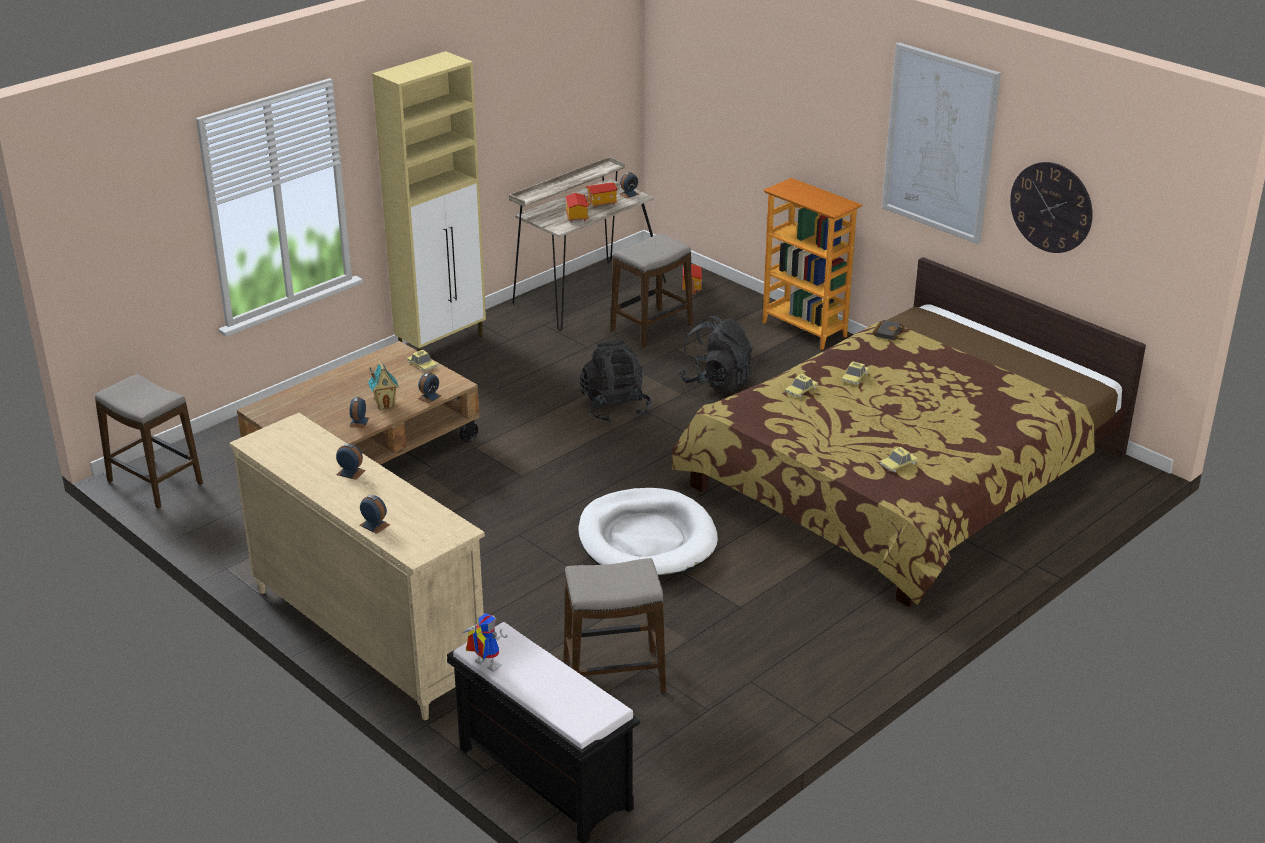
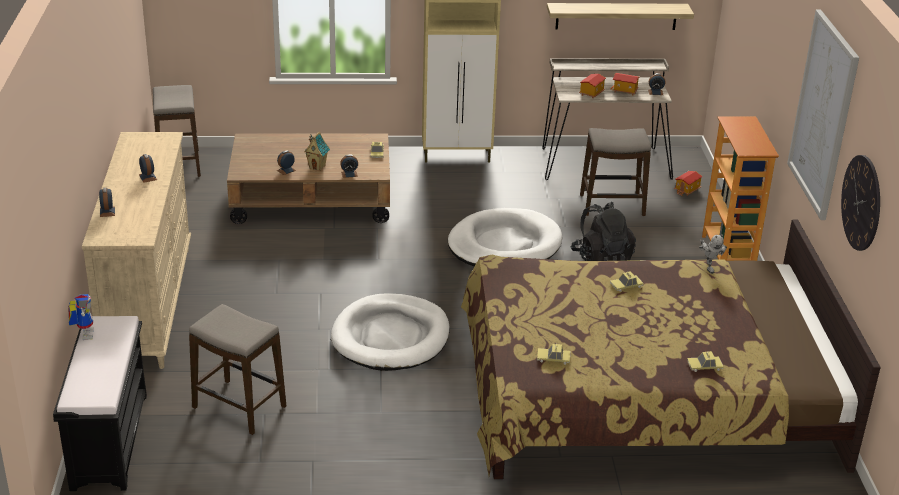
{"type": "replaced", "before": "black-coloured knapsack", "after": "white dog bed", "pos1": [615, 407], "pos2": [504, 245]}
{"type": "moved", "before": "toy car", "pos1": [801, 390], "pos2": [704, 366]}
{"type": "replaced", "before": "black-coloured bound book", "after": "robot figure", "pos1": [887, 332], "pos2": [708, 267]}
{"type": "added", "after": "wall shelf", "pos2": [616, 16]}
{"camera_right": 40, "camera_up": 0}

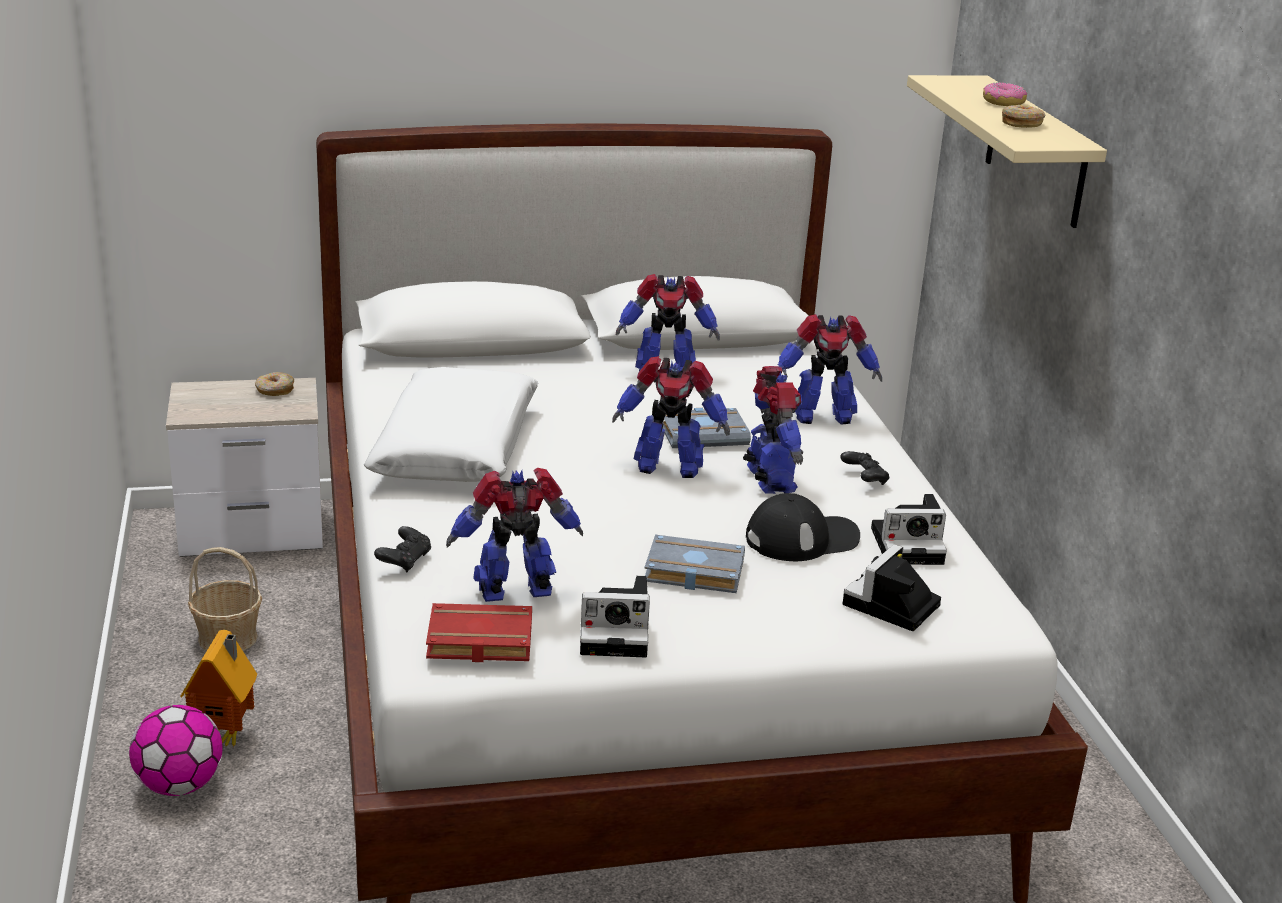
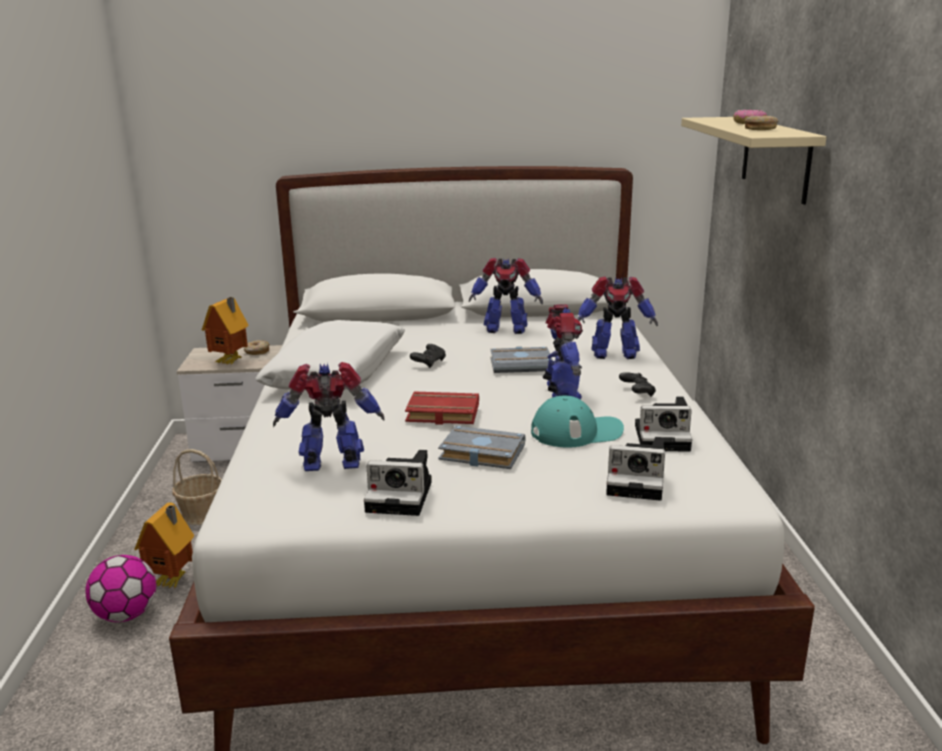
{"type": "moved", "before": "black-coloured gamepad", "pos1": [404, 561], "pos2": [429, 363]}
{"type": "moved", "before": "red bound book", "pos1": [477, 642], "pos2": [441, 414]}
{"type": "removed", "before": "robot figure", "pos1": [667, 466]}
{"type": "recoloured", "before": "black-coloured peaked cap", "after": "blue-green peaked cap", "pos1": [802, 538], "pos2": [576, 432]}
{"type": "turned", "before": "still camera", "pos1": [890, 607], "pos2": [638, 481], "turn": -120}
{"type": "added", "after": "toy house", "pos2": [231, 362]}
{"camera_right": 10, "camera_up": -5}

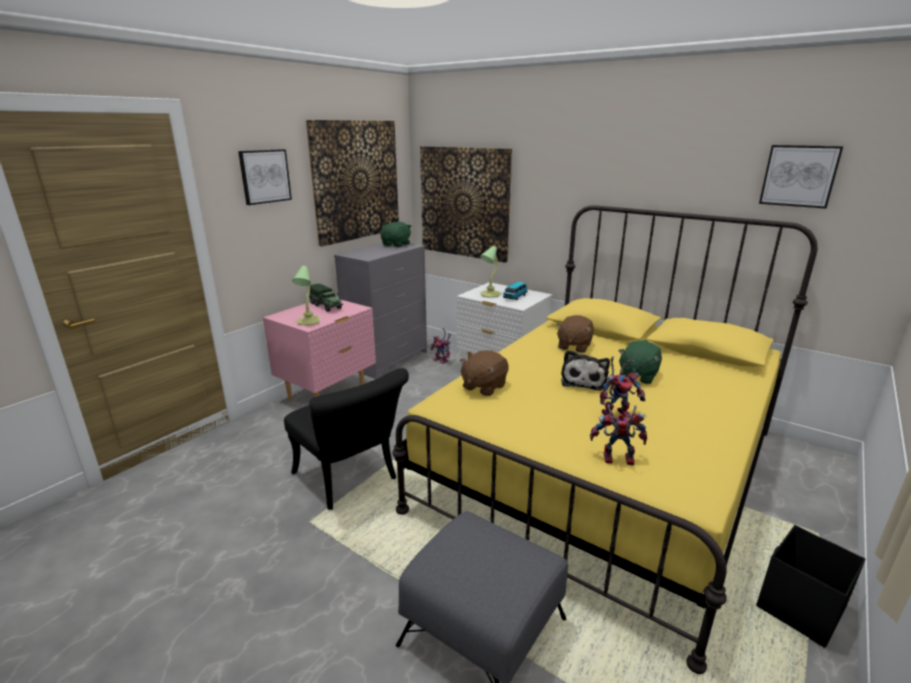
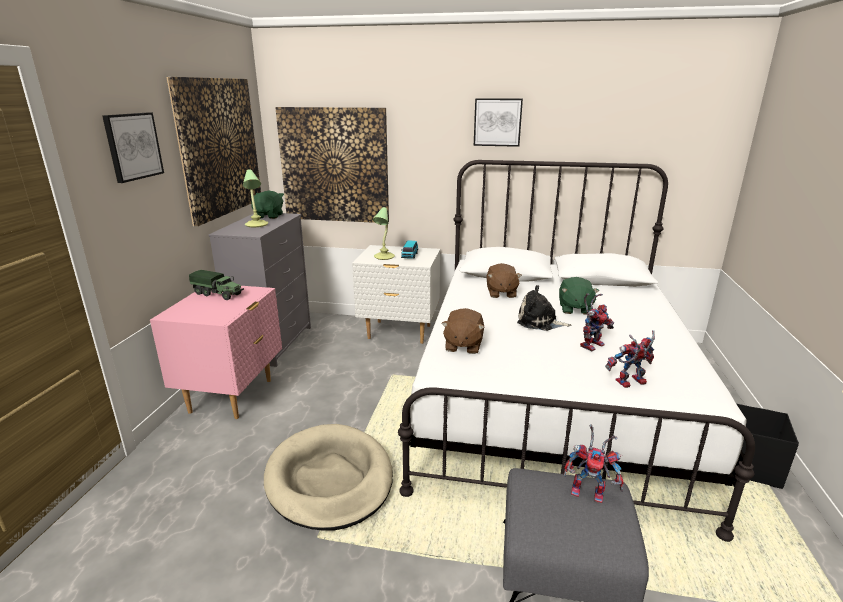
{"type": "replaced", "before": "black-coloured chair", "after": "beige dog bed", "pos1": [350, 481], "pos2": [329, 479]}
{"type": "moved", "before": "lamp for a table", "pos1": [308, 322], "pos2": [256, 225]}
{"type": "recoloured", "before": "yellow sleeping bed", "after": "white sleeping bed", "pos1": [603, 468], "pos2": [548, 399]}
{"type": "moved", "before": "robot figure", "pos1": [442, 360], "pos2": [590, 492]}
{"type": "turned", "before": "plush toy", "pos1": [584, 381], "pos2": [540, 322], "turn": 120}
{"type": "moved", "before": "wall picture", "pos1": [799, 176], "pos2": [497, 122]}
{"camera_right": -25, "camera_up": 0}

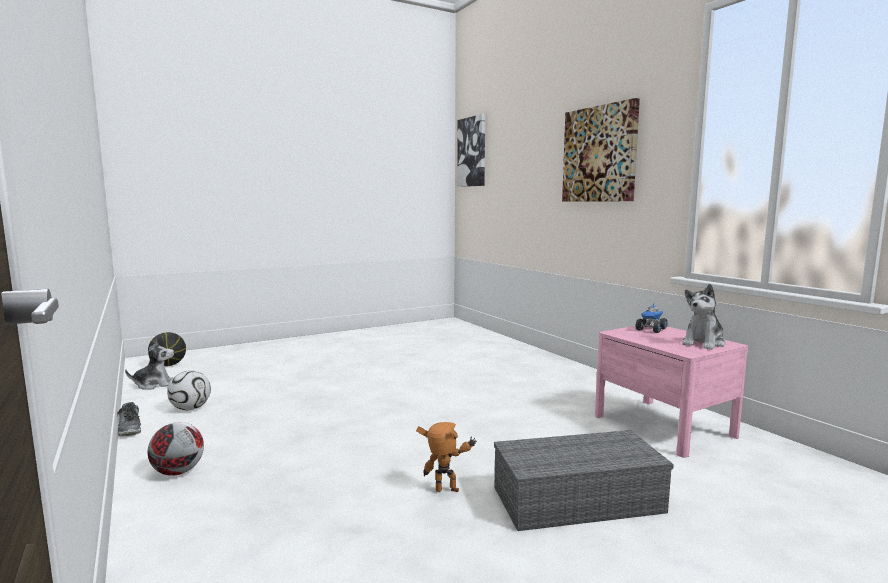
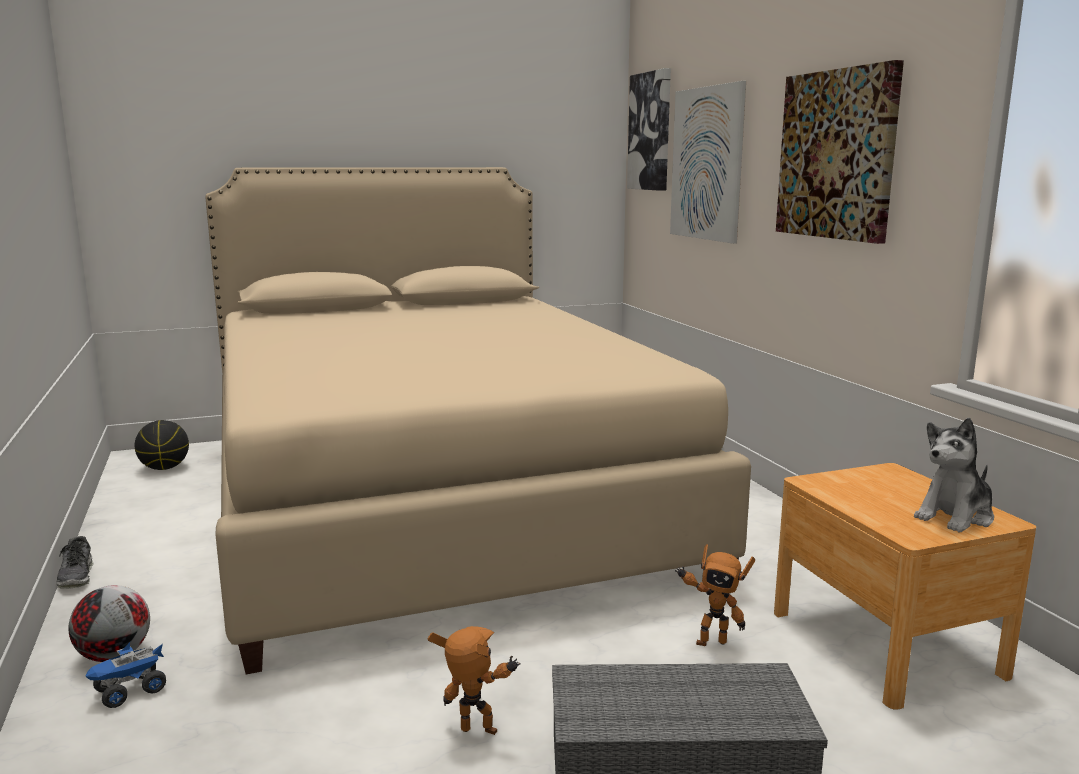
{"type": "removed", "before": "plush toy", "pos1": [154, 384]}
{"type": "removed", "before": "football", "pos1": [190, 409]}
{"type": "recoloured", "before": "pinkish nightstand", "after": "brown-coloured nightstand", "pos1": [663, 426], "pos2": [885, 643]}
{"type": "moved", "before": "model truck", "pos1": [651, 330], "pos2": [130, 692]}
{"type": "added", "after": "beige sleeping bed", "pos2": [432, 498]}
{"type": "added", "after": "wall picture", "pos2": [706, 164]}
{"type": "added", "after": "robot figure", "pos2": [710, 641]}
{"camera_right": 10, "camera_up": 5}

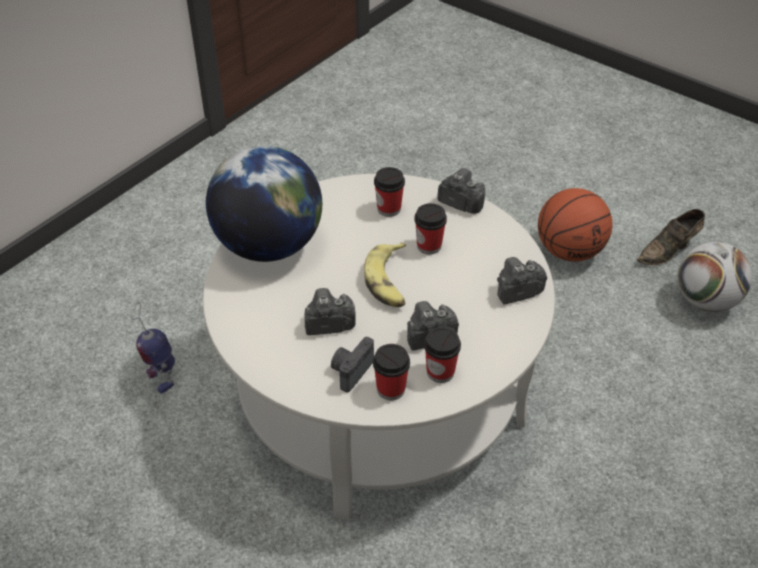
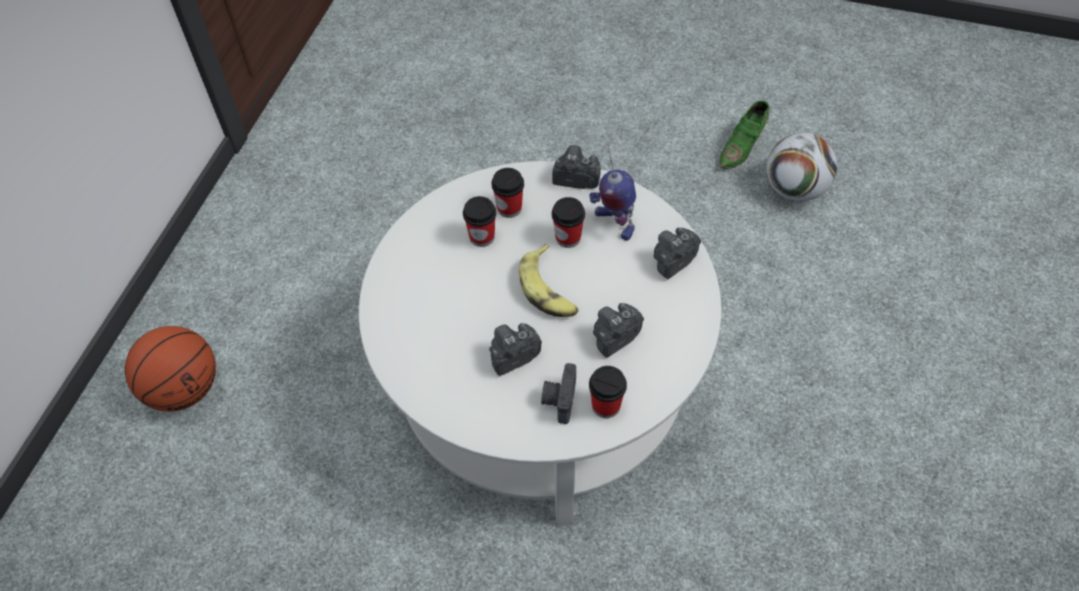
{"type": "moved", "before": "robot figure", "pos1": [161, 375], "pos2": [614, 223]}
{"type": "removed", "before": "desk globe", "pos1": [269, 246]}
{"type": "moved", "before": "drinking cup", "pos1": [440, 372], "pos2": [482, 236]}
{"type": "moved", "before": "ball for basketball", "pos1": [569, 251], "pos2": [184, 389]}
{"type": "recoloured", "before": "brown-coloured low shoe", "after": "green-coloured low shoe", "pos1": [669, 251], "pos2": [743, 147]}
{"camera_right": -20, "camera_up": 10}

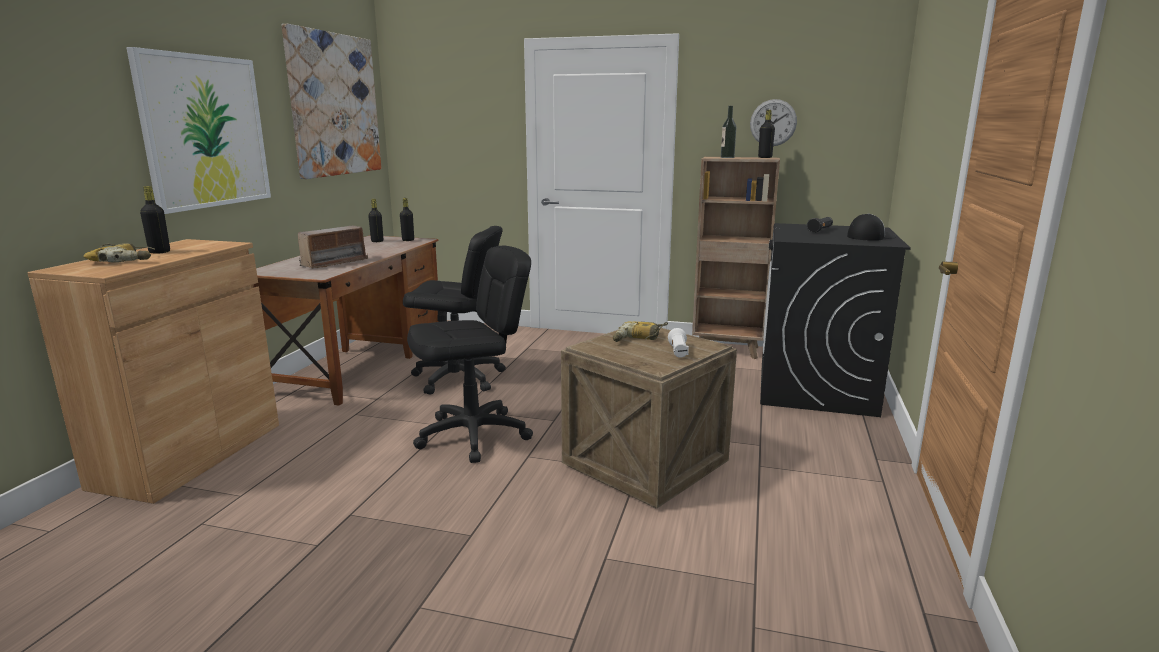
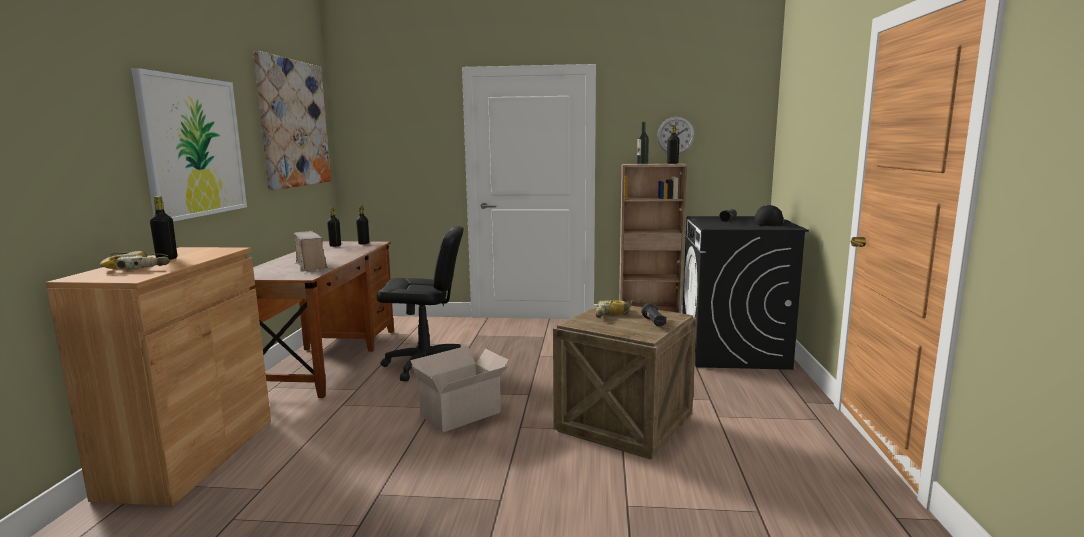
{"type": "turned", "before": "radio receiver", "pos1": [334, 263], "pos2": [310, 265], "turn": -60}
{"type": "replaced", "before": "black-coloured desk chair", "after": "cardboard box", "pos1": [473, 435], "pos2": [463, 413]}
{"type": "recoloured", "before": "white torch", "after": "black-coloured torch", "pos1": [678, 352], "pos2": [654, 323]}
{"camera_right": -10, "camera_up": -5}

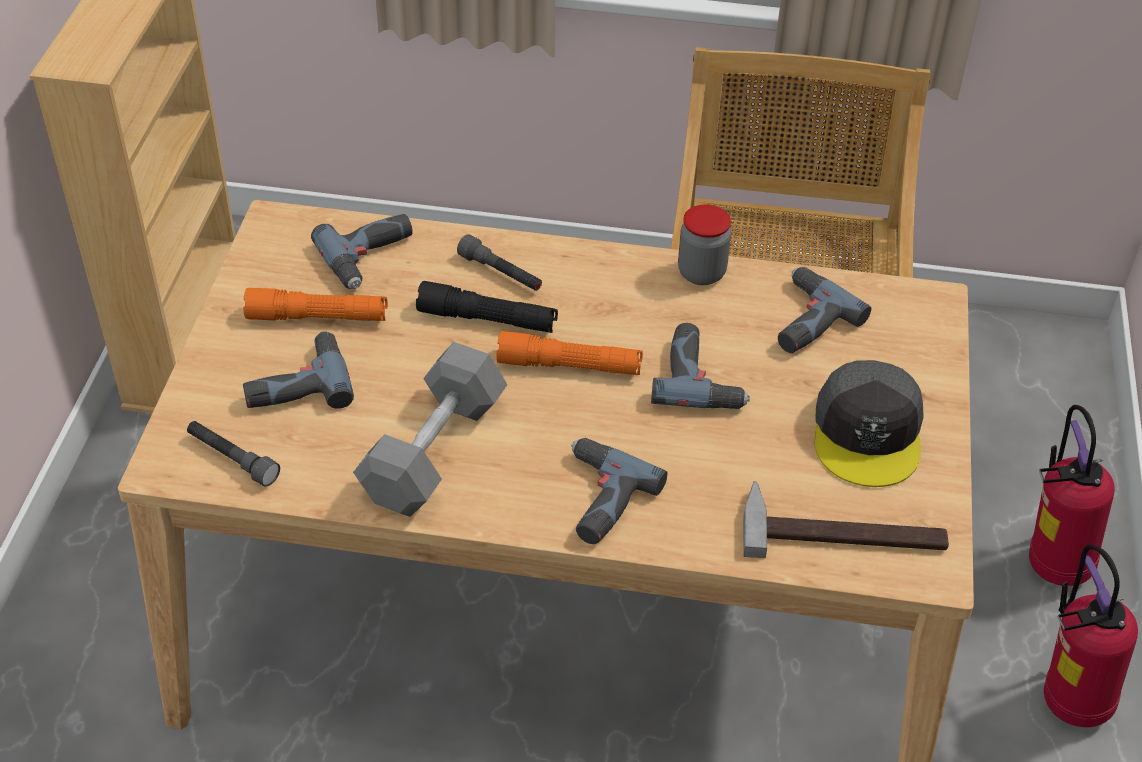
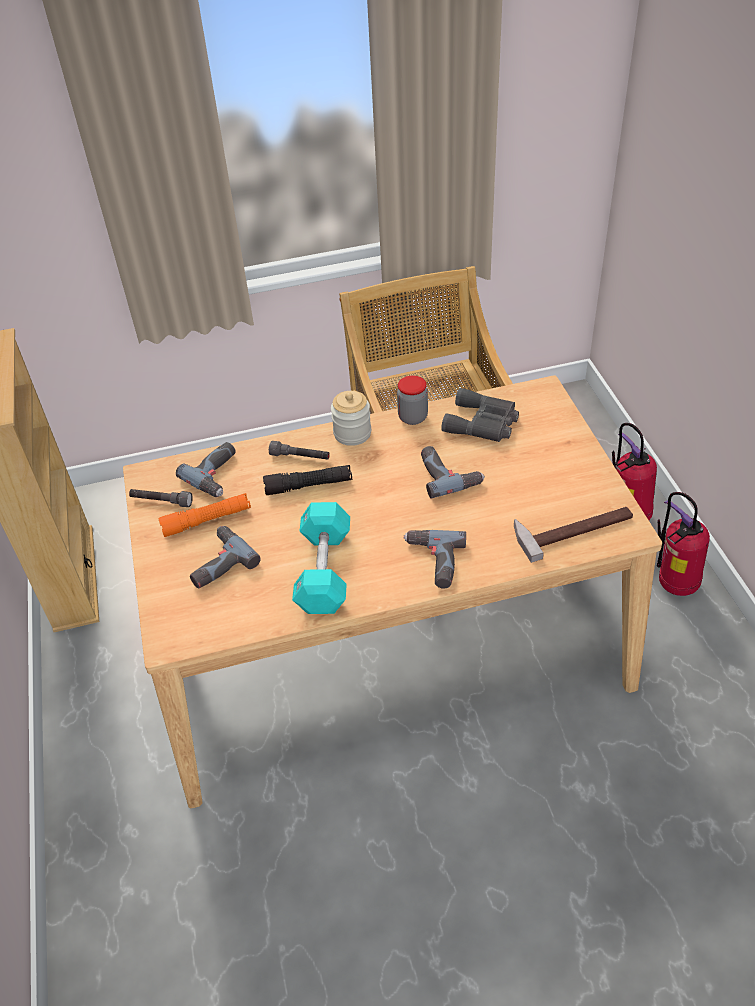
{"type": "moved", "before": "grey torch", "pos1": [232, 459], "pos2": [161, 501]}
{"type": "recoloured", "before": "grey hand weight", "after": "blue-green hand weight", "pos1": [434, 450], "pos2": [324, 571]}
{"type": "removed", "before": "orange torch", "pos1": [569, 366]}
{"type": "replaced", "before": "power drill", "after": "grey binoculars", "pos1": [803, 319], "pos2": [483, 423]}
{"type": "removed", "before": "grey peaked cap", "pos1": [868, 433]}
{"type": "added", "after": "jar", "pos2": [352, 433]}
{"camera_right": -20, "camera_up": 0}

